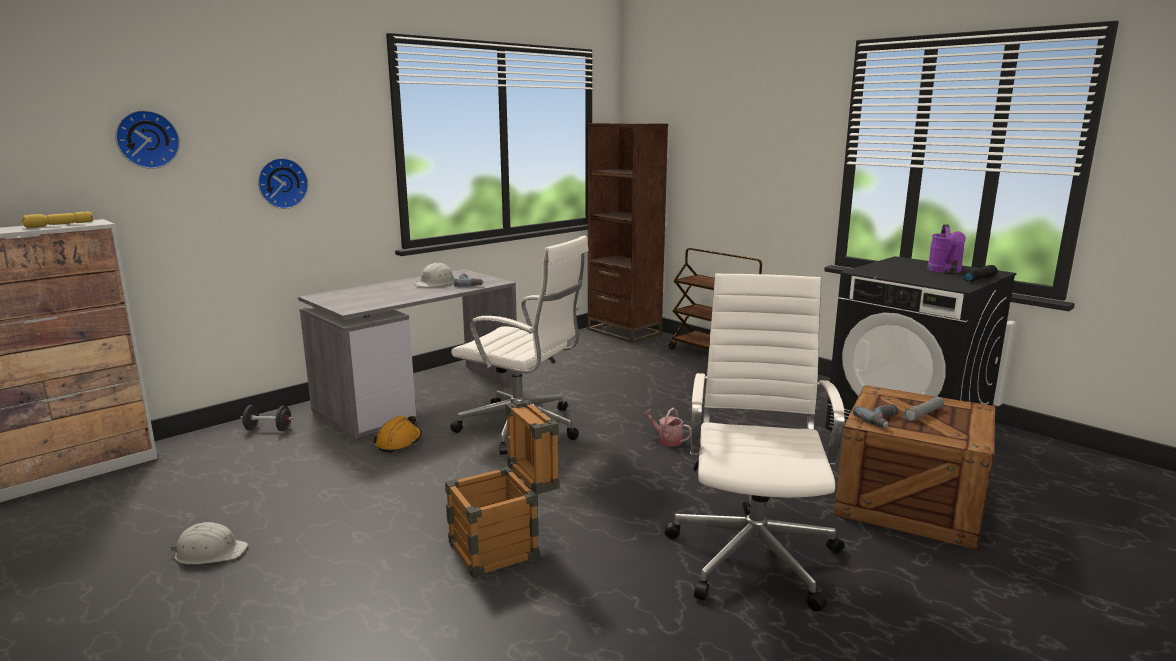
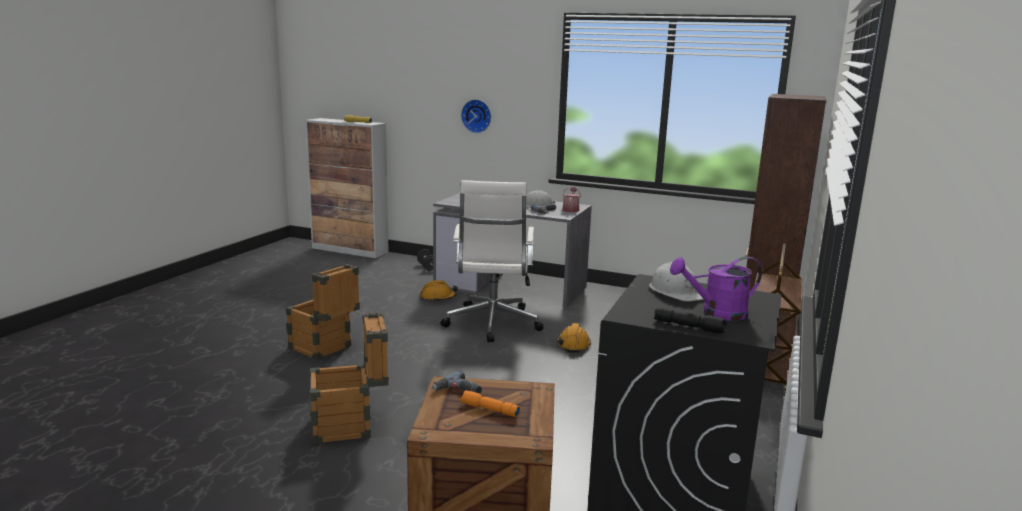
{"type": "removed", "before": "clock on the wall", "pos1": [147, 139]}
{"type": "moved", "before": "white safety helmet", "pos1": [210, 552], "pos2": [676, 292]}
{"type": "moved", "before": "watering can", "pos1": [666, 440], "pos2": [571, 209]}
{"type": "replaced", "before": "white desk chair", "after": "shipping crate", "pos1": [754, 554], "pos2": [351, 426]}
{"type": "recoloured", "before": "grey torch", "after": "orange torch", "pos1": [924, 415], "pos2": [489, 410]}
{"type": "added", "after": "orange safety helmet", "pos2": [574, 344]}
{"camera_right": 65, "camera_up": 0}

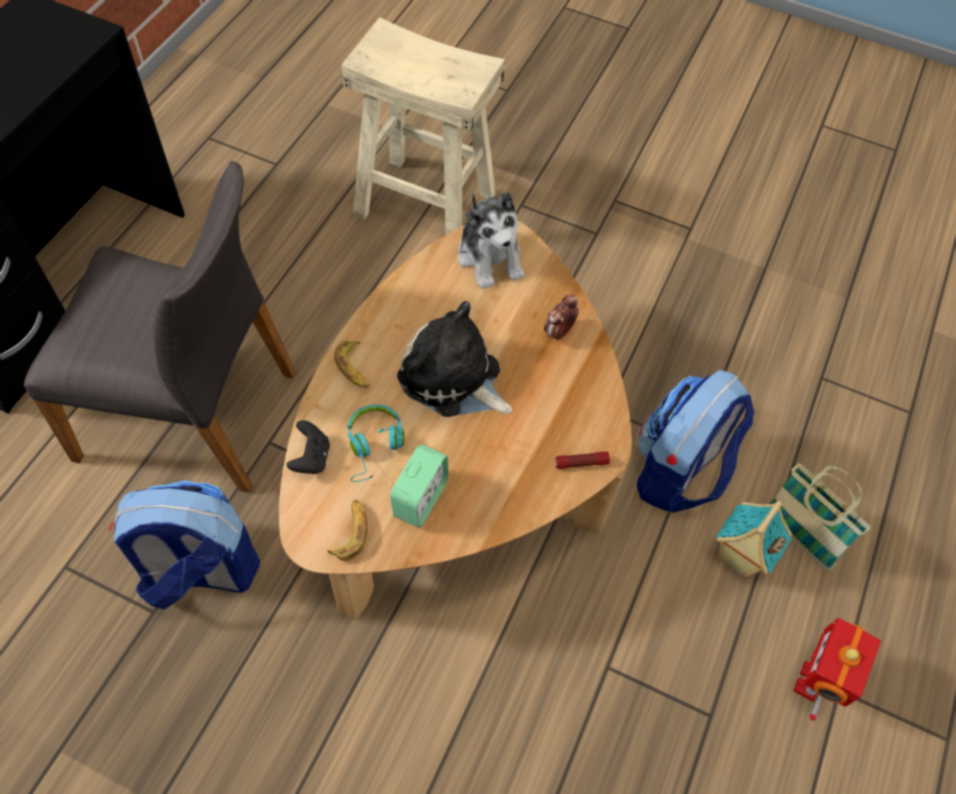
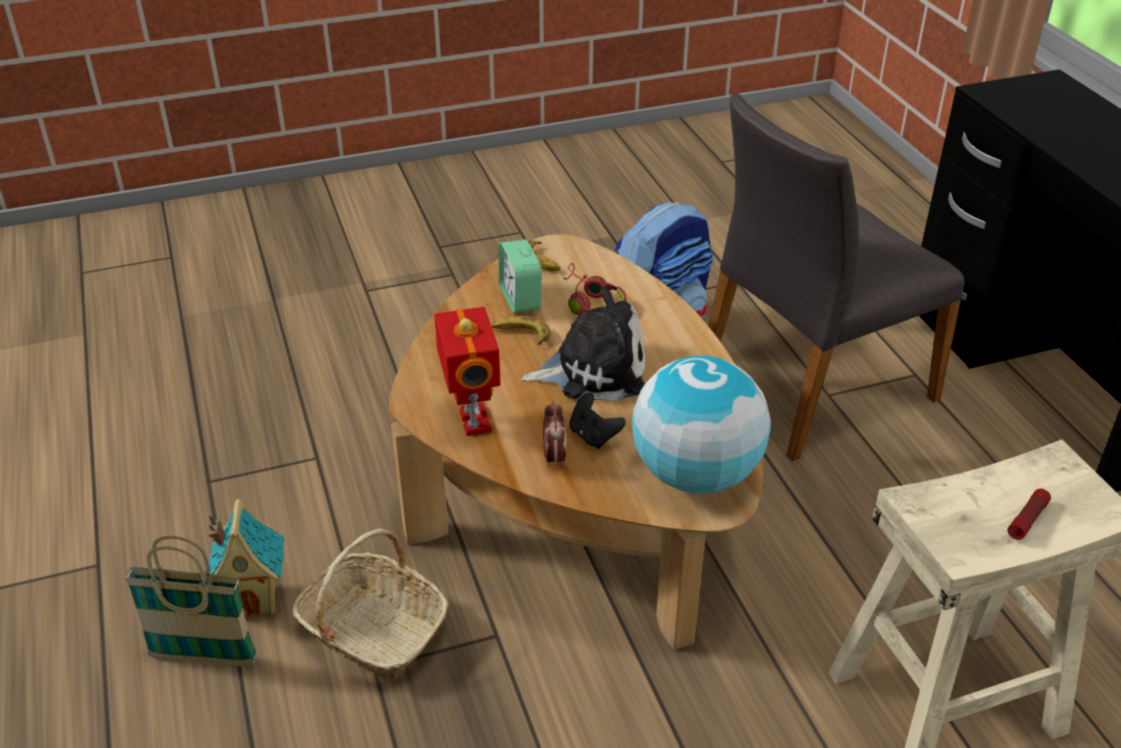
{"type": "moved", "before": "black-coloured gamepad", "pos1": [311, 458], "pos2": [593, 436]}
{"type": "moved", "before": "banana fruit", "pos1": [354, 368], "pos2": [521, 334]}
{"type": "recoloured", "before": "blue-green headset", "after": "red headset", "pos1": [374, 446], "pos2": [590, 303]}
{"type": "replaced", "before": "plush toy", "after": "desk globe", "pos1": [490, 257], "pos2": [696, 474]}
{"type": "moved", "before": "torch", "pos1": [581, 463], "pos2": [1027, 519]}
{"type": "replaced", "before": "knapsack", "after": "basket", "pos1": [677, 472], "pos2": [372, 630]}
{"type": "moved", "before": "robot figure", "pos1": [811, 683], "pos2": [472, 421]}
{"camera_right": 140, "camera_up": -20}

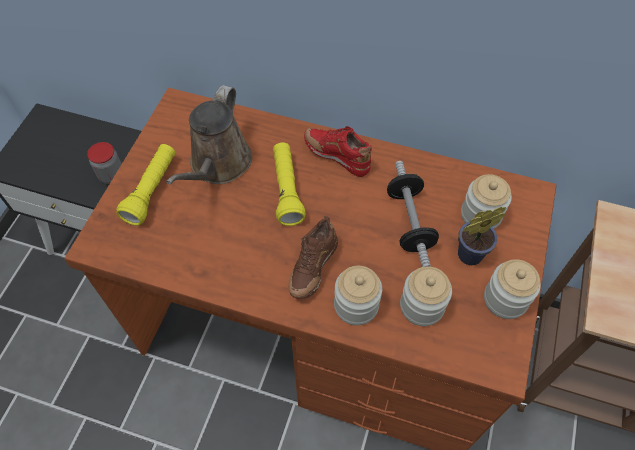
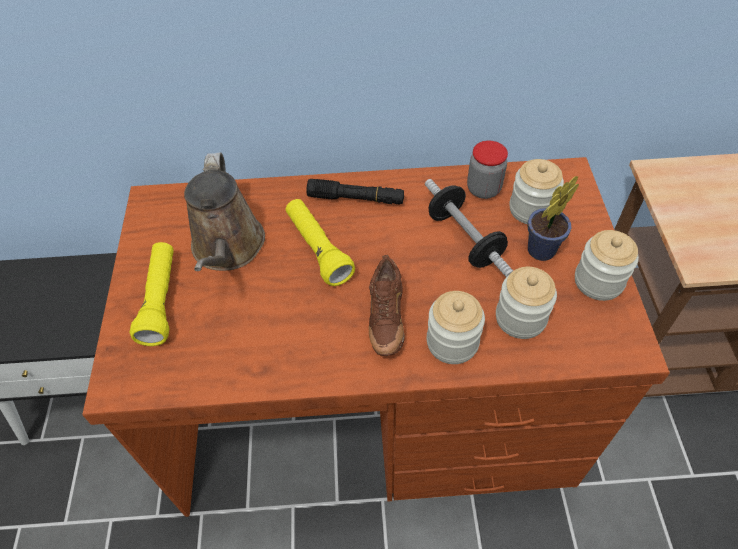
{"type": "moved", "before": "jar", "pos1": [111, 175], "pos2": [483, 189]}
{"type": "replaced", "before": "red low shoe", "after": "black-coloured torch", "pos1": [337, 156], "pos2": [356, 199]}
{"camera_right": -20, "camera_up": -5}

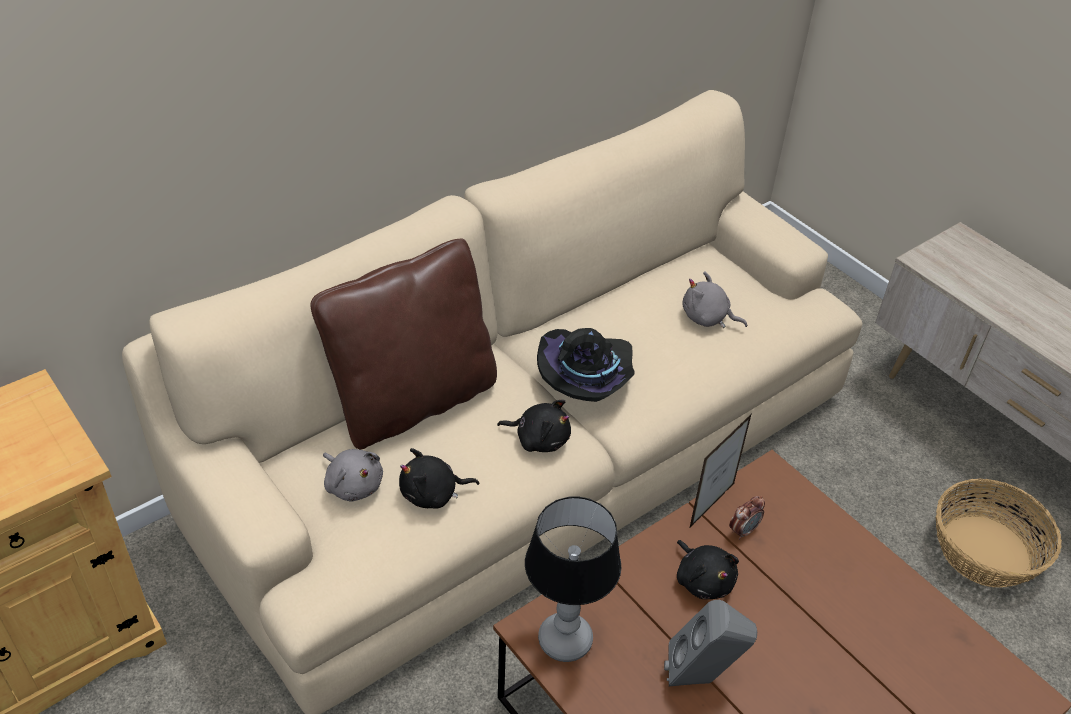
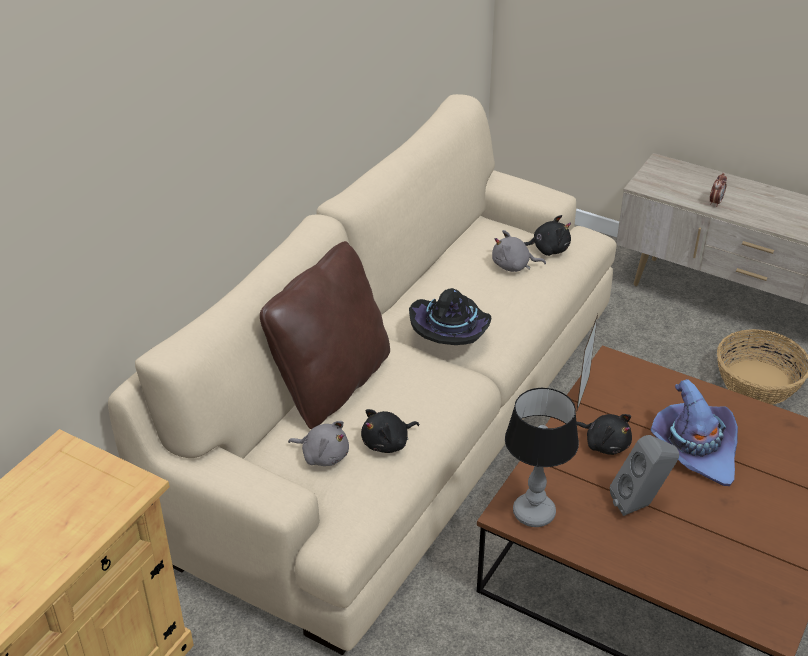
{"type": "moved", "before": "black-coloured plush toy", "pos1": [539, 439], "pos2": [547, 249]}
{"type": "moved", "before": "table clock", "pos1": [743, 531], "pos2": [715, 202]}
{"type": "added", "after": "purple-coloured clothing hat", "pos2": [694, 448]}
{"camera_right": -20, "camera_up": -5}

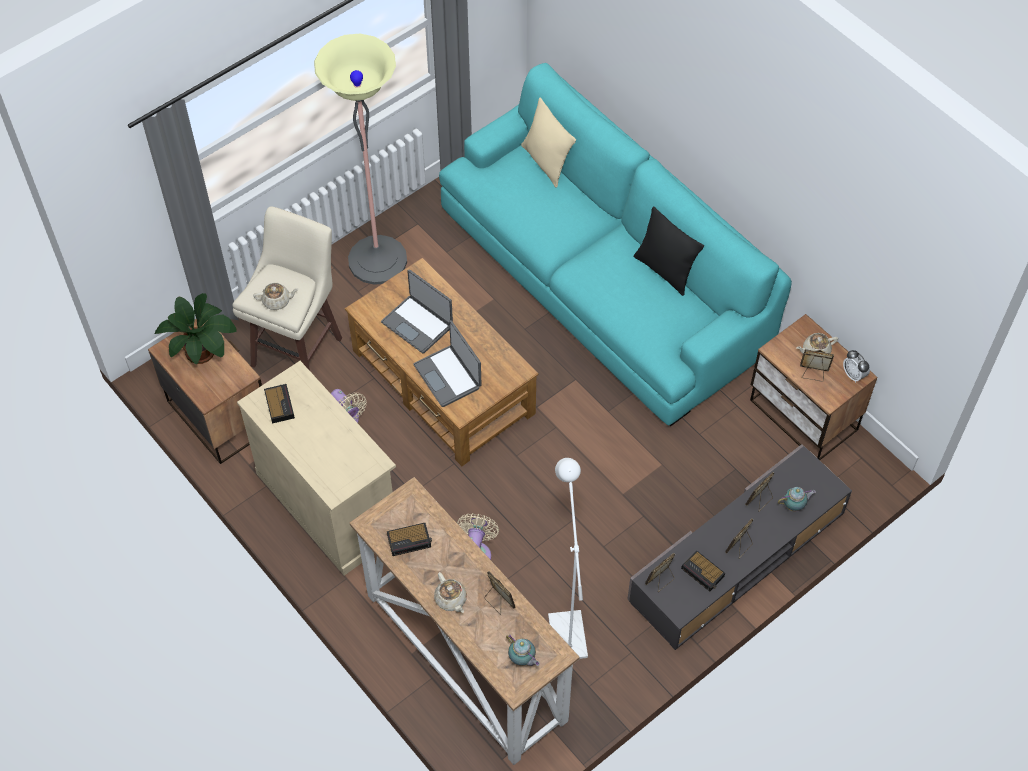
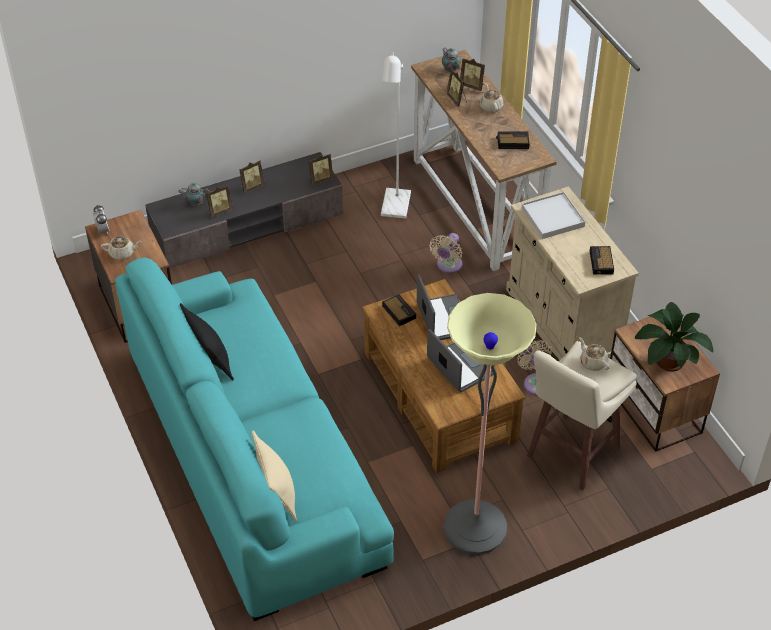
{"type": "turned", "before": "beige tea pot", "pos1": [277, 301], "pos2": [593, 362], "turn": 45}
{"type": "moved", "before": "table clock", "pos1": [703, 573], "pos2": [398, 311]}
{"type": "moved", "before": "standing frame", "pos1": [813, 374], "pos2": [472, 85]}
{"type": "added", "after": "white carrying tray", "pos2": [552, 217]}
{"camera_right": -165, "camera_up": -10}

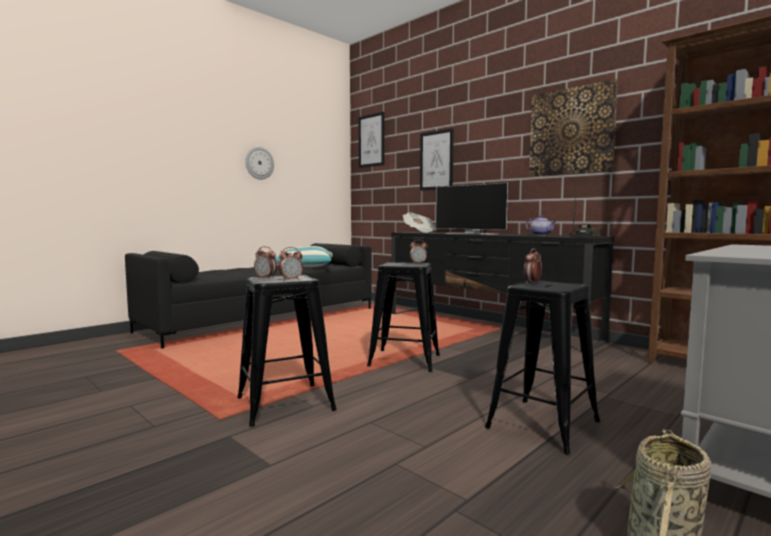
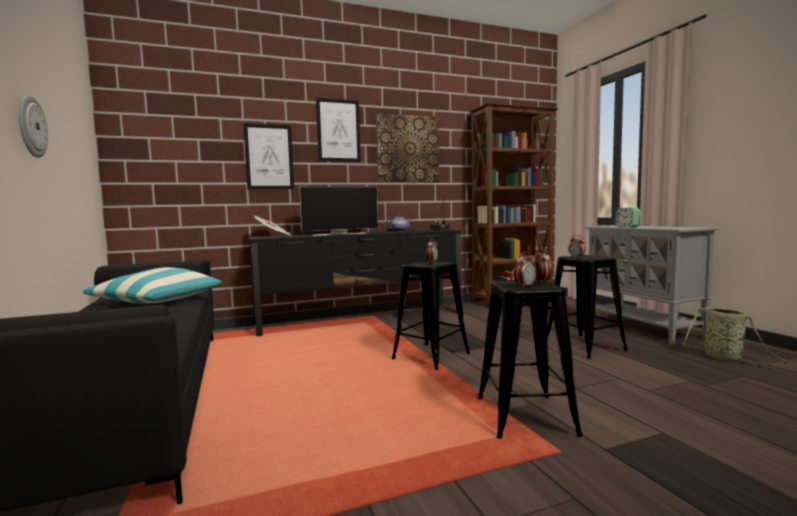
{"type": "moved", "before": "wall picture", "pos1": [371, 140], "pos2": [338, 130]}
{"type": "added", "after": "table clock", "pos2": [626, 227]}
{"camera_right": -65, "camera_up": 0}

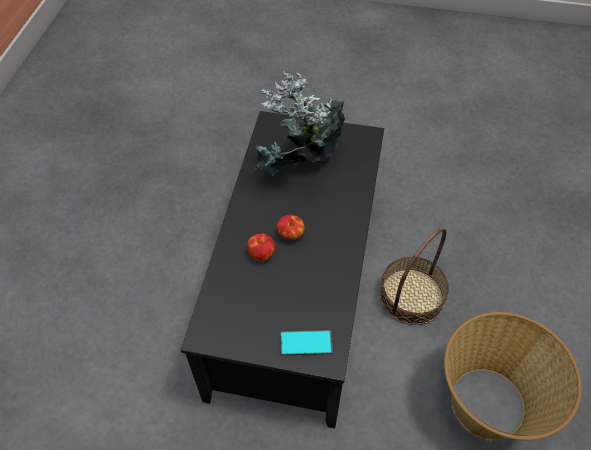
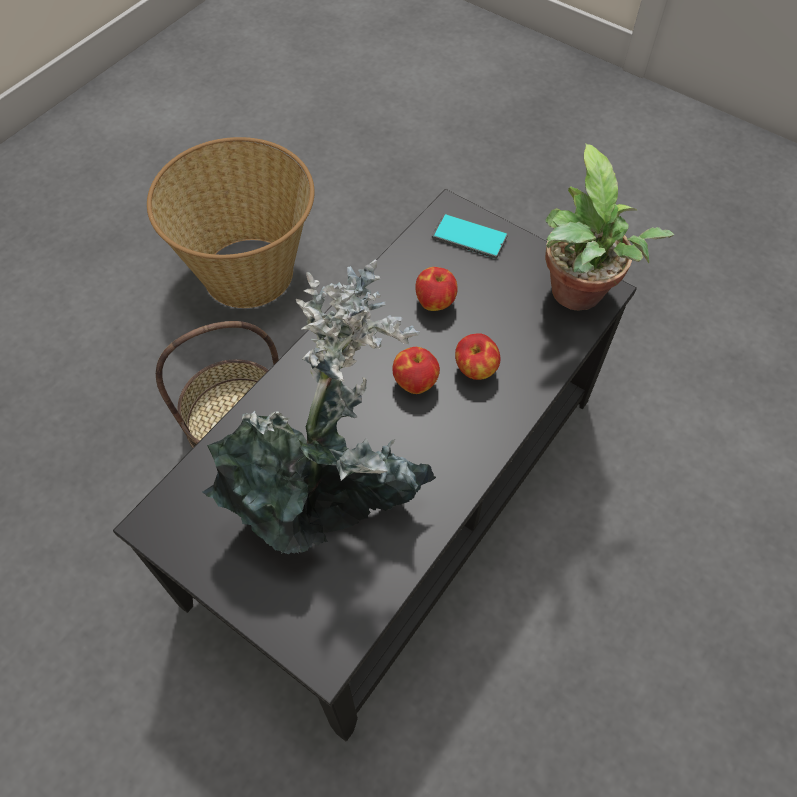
{"type": "added", "after": "apple", "pos2": [435, 301]}
{"type": "added", "after": "houseplant", "pos2": [578, 297]}
{"camera_right": -155, "camera_up": 5}

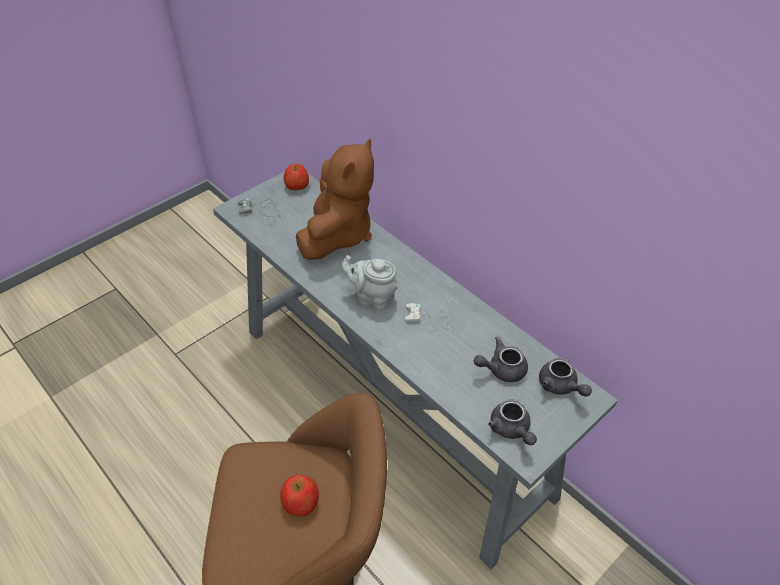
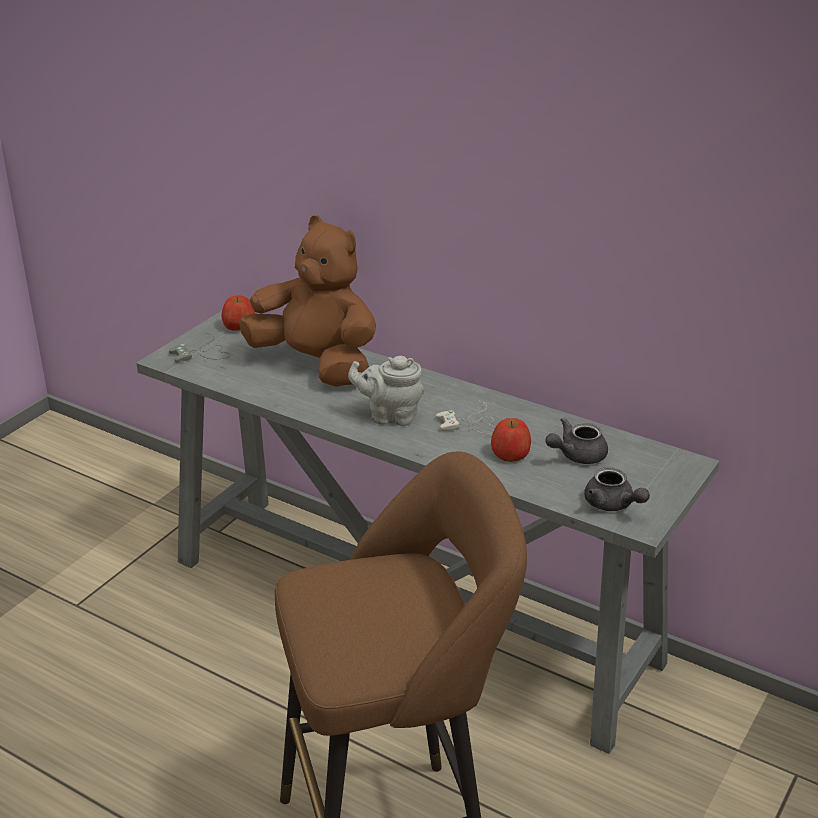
{"type": "moved", "before": "apple", "pos1": [301, 502], "pos2": [510, 453]}
{"type": "turned", "before": "brown-coloured plush toy", "pos1": [338, 234], "pos2": [316, 364], "turn": -60}
{"type": "removed", "before": "grey tea pot", "pos1": [560, 386]}
{"camera_right": -15, "camera_up": -15}

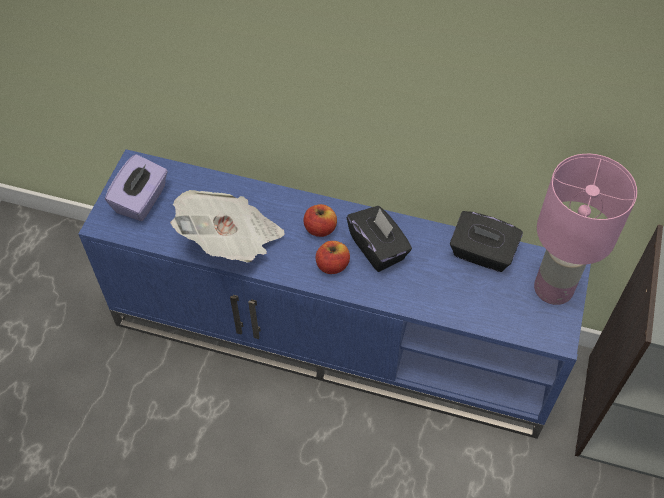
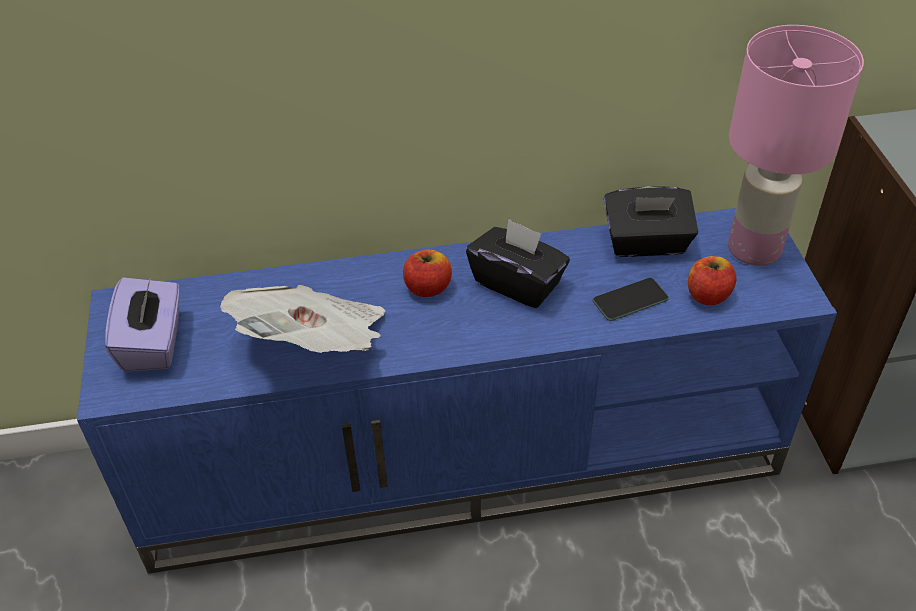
{"type": "moved", "before": "apple", "pos1": [332, 265], "pos2": [707, 295]}
{"type": "added", "after": "telephone", "pos2": [630, 300]}
{"camera_right": -25, "camera_up": -10}

